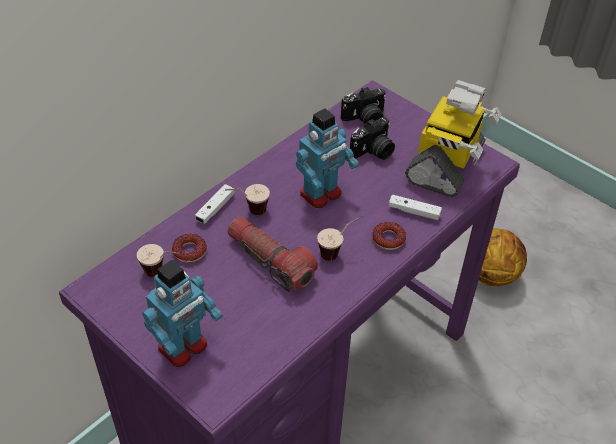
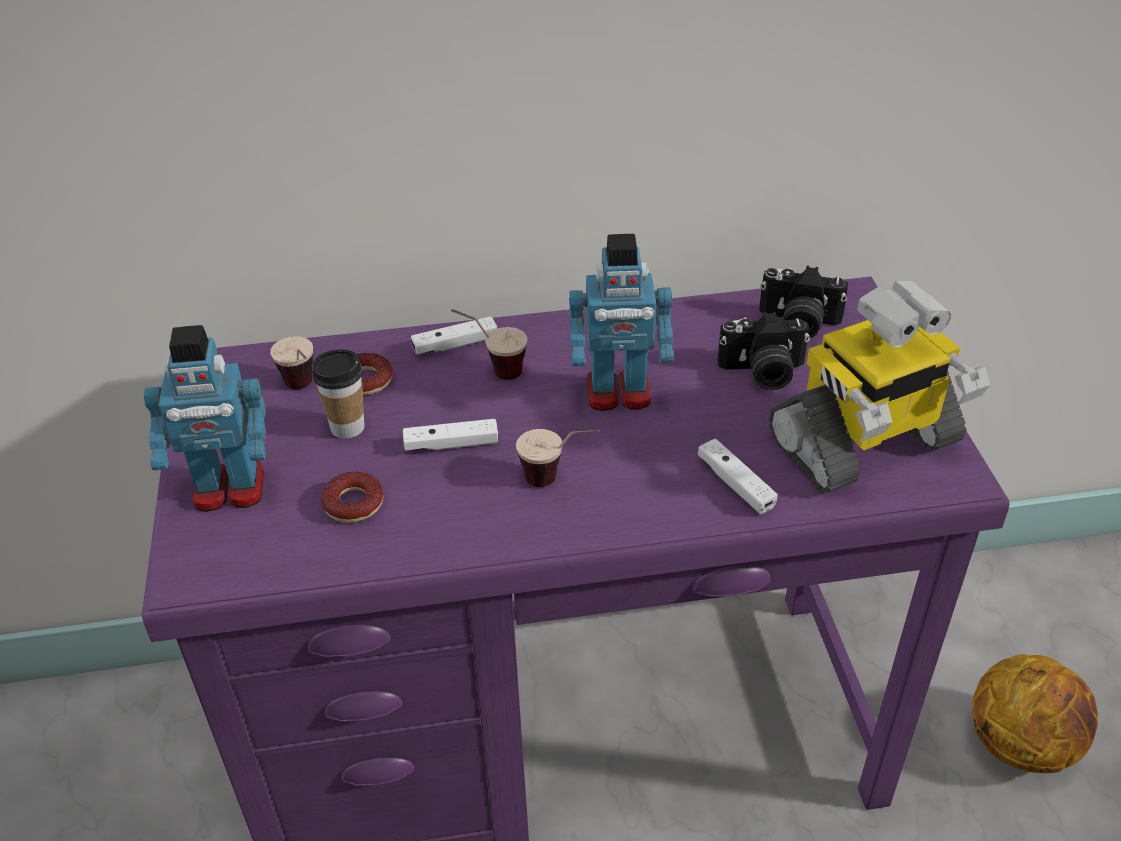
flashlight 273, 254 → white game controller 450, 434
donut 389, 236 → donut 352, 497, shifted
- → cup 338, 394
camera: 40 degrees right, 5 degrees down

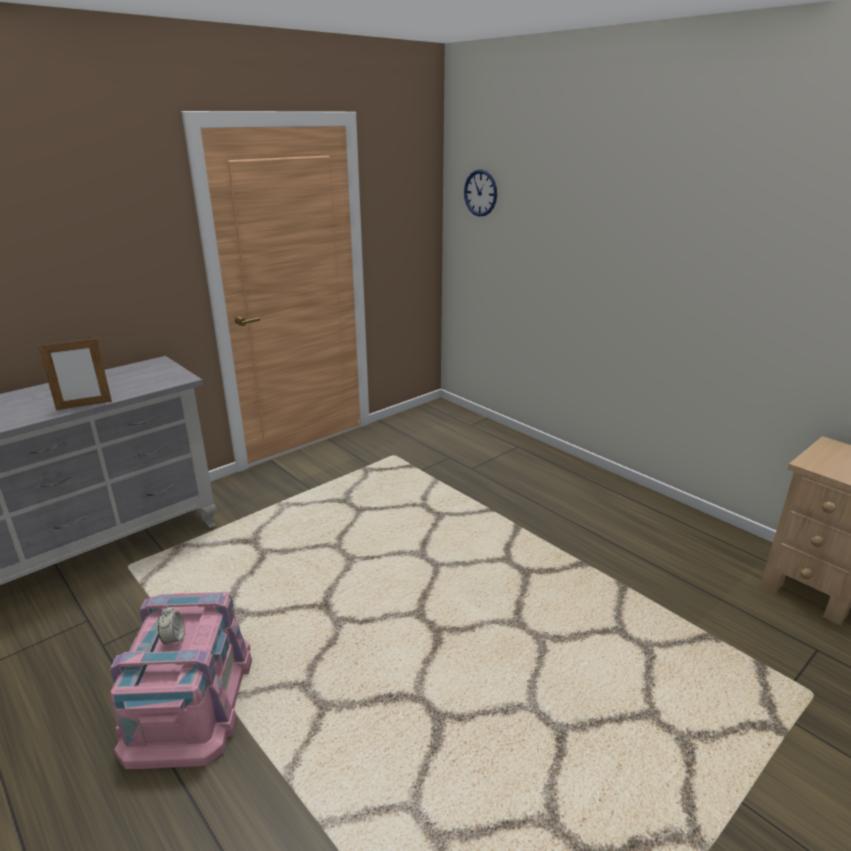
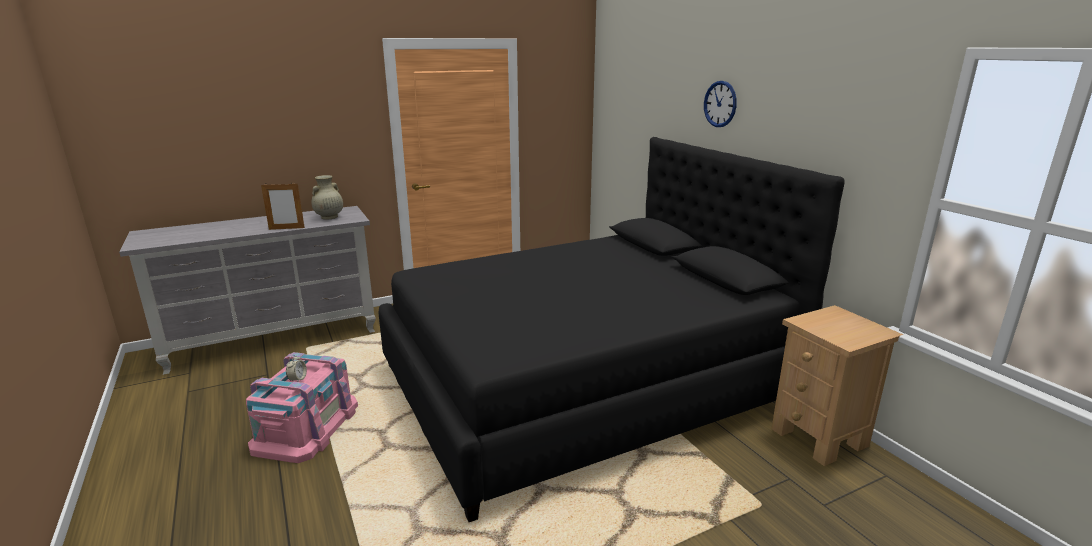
wall clock 480, 192 → wall clock 720, 104, shifted
- → beige vase 327, 197
- → black bed 611, 329
camera: 15 degrees right, 5 degrees down

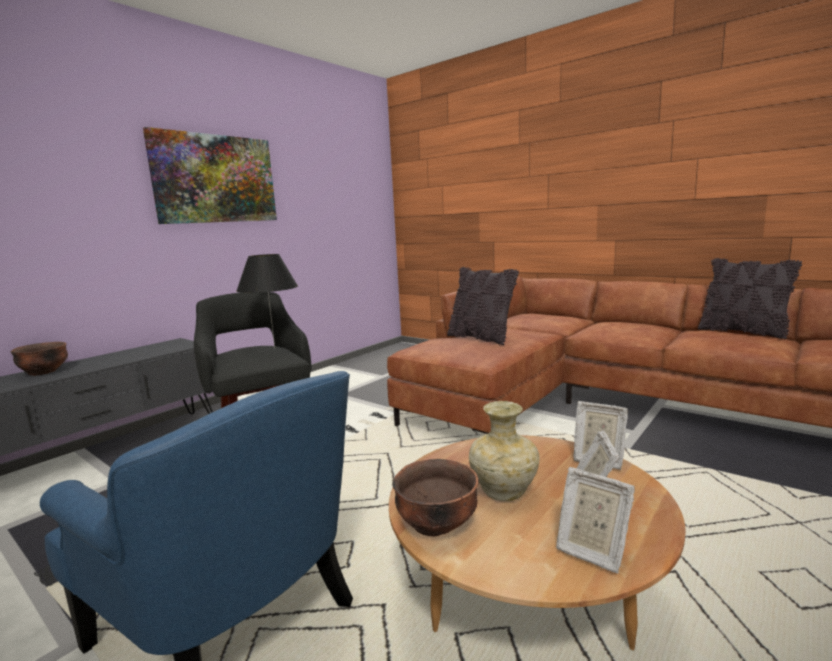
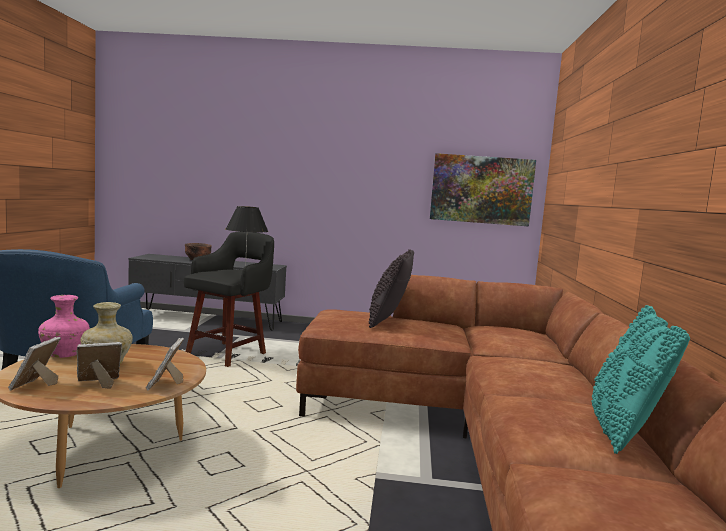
picture 210, 175 → picture 483, 190, shifted
brown bowl 435, 497 → pink vase 64, 326
black pillow 750, 298 → turquoise pillow 640, 379
camera: 55 degrees right, 5 degrees down

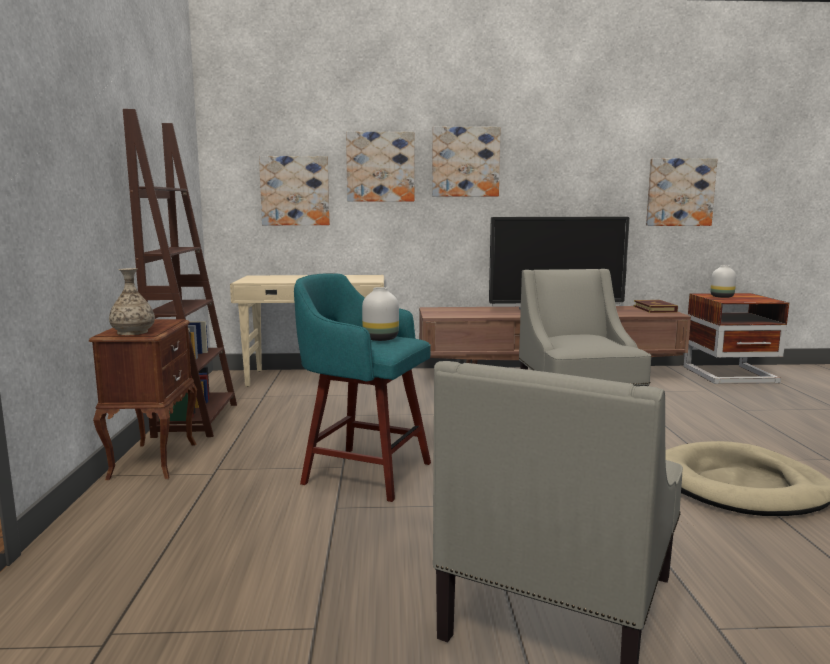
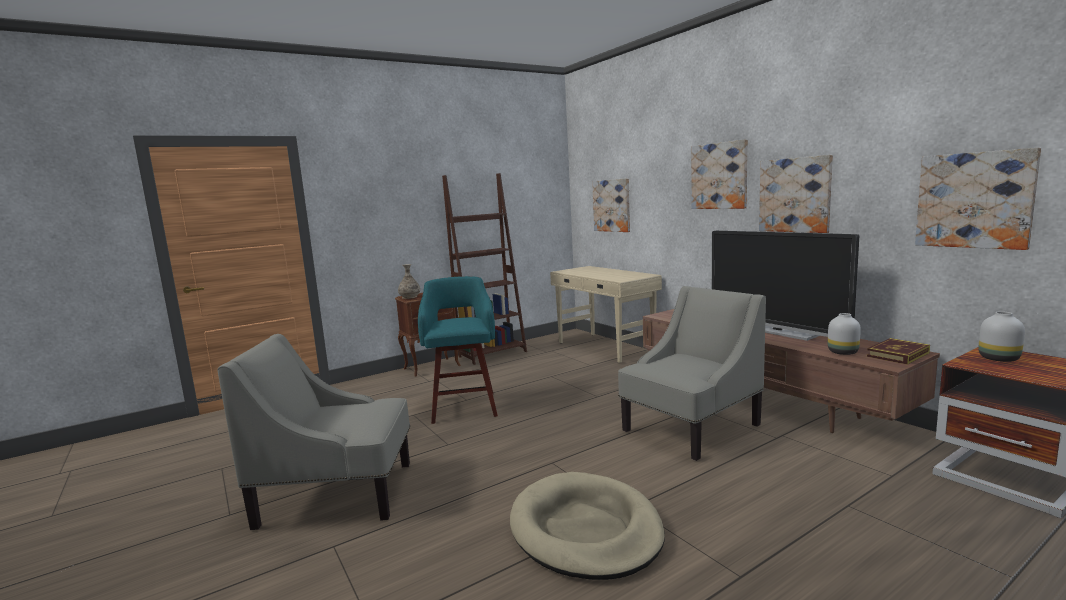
picture 380, 167 → picture 796, 194, shifted
white vase 380, 314 → white vase 844, 334, shifted
camera: 60 degrees right, 0 degrees up

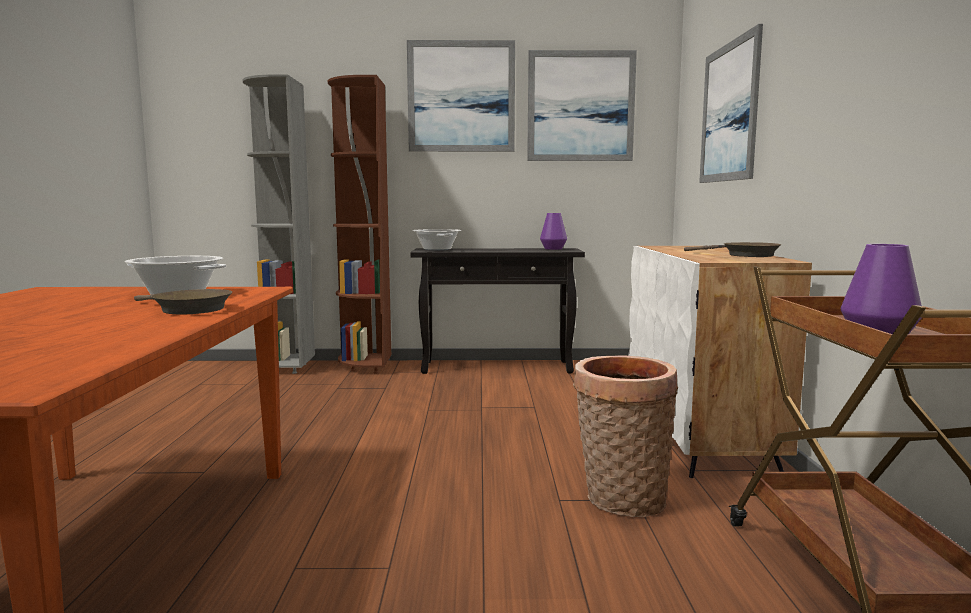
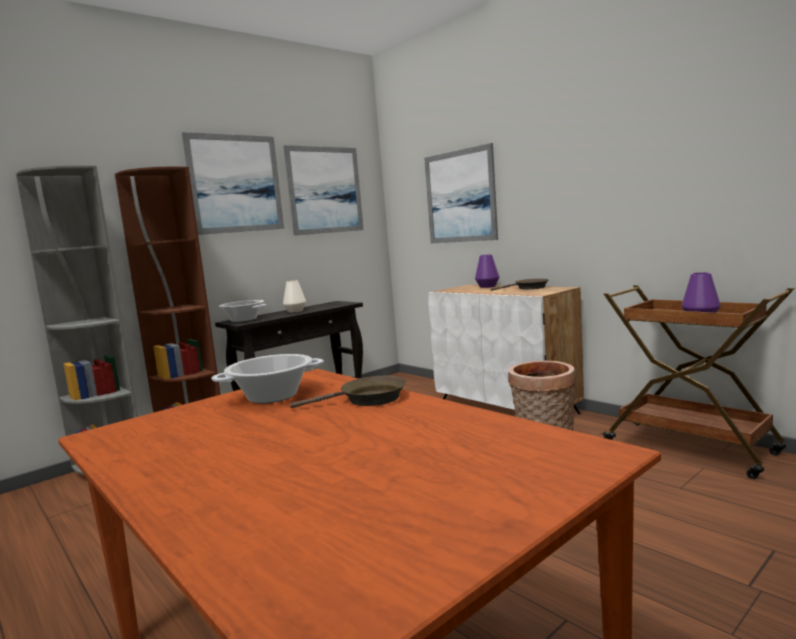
purple vase 553, 231 → purple vase 487, 271, shifted
- → white vase 294, 296
camera: 40 degrees left, 0 degrees up

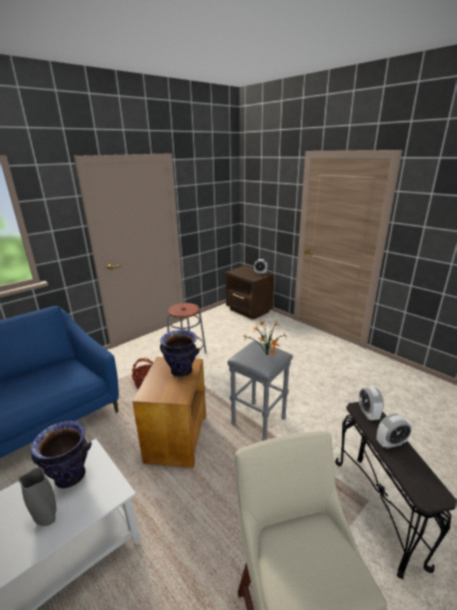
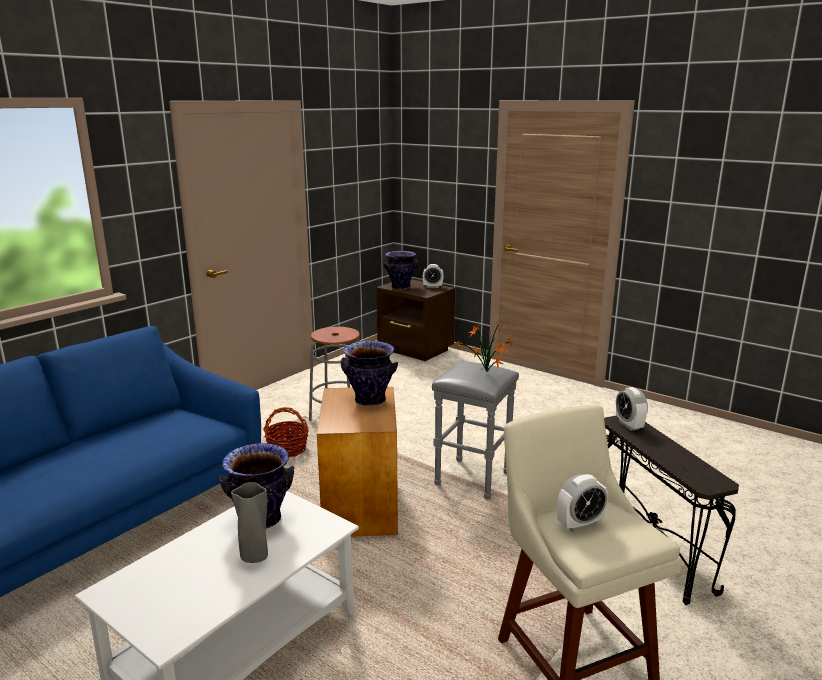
alarm clock 394, 431 → alarm clock 582, 503, shifted
- → vase 400, 270
camera: 10 degrees left, 5 degrees down

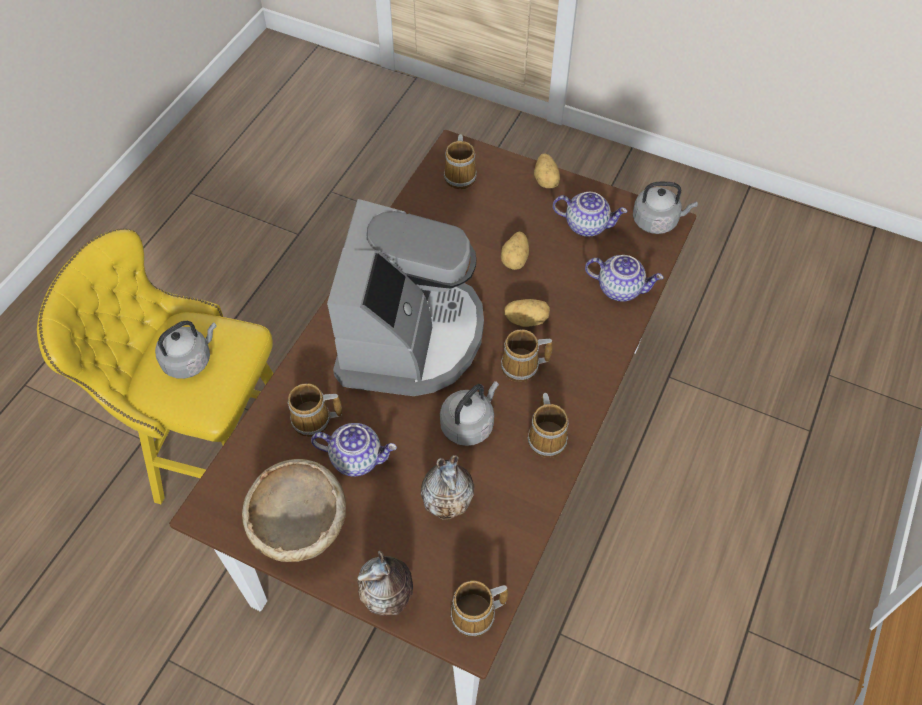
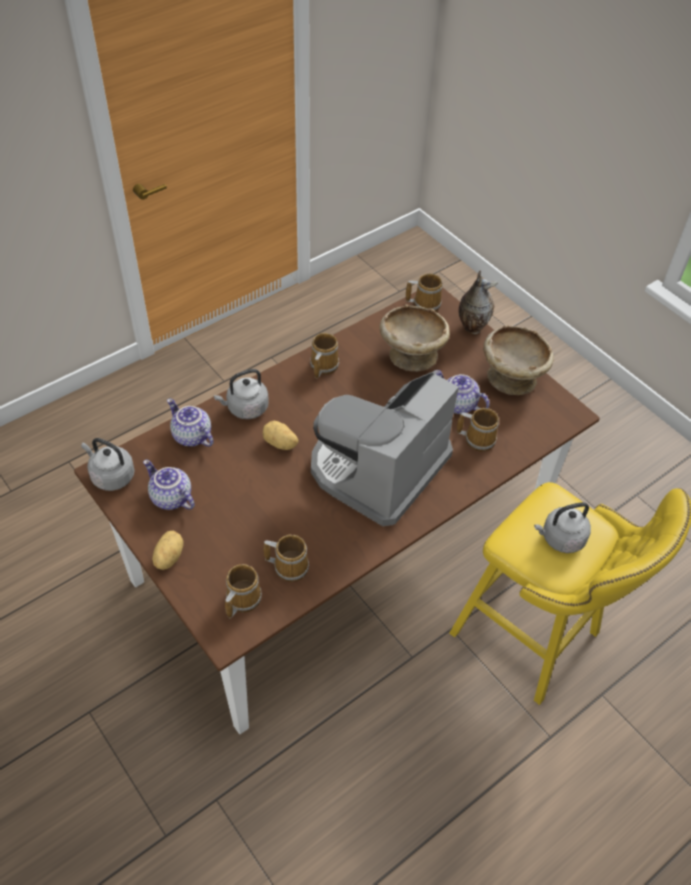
vase 448, 487 → beige bowl 414, 338
grey kettle 469, 413 → grey kettle 241, 394, shifted
potato 515, 250 → -
mug 527, 355 → mug 286, 558, shifted
camera: 155 degrees left, 5 degrees down

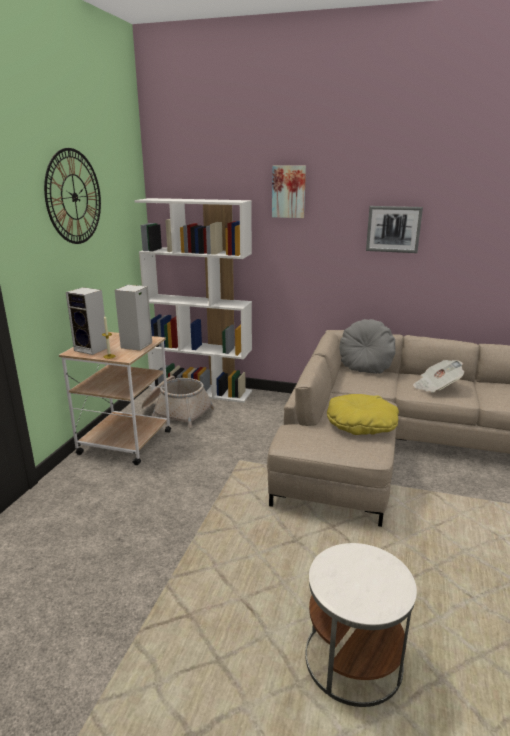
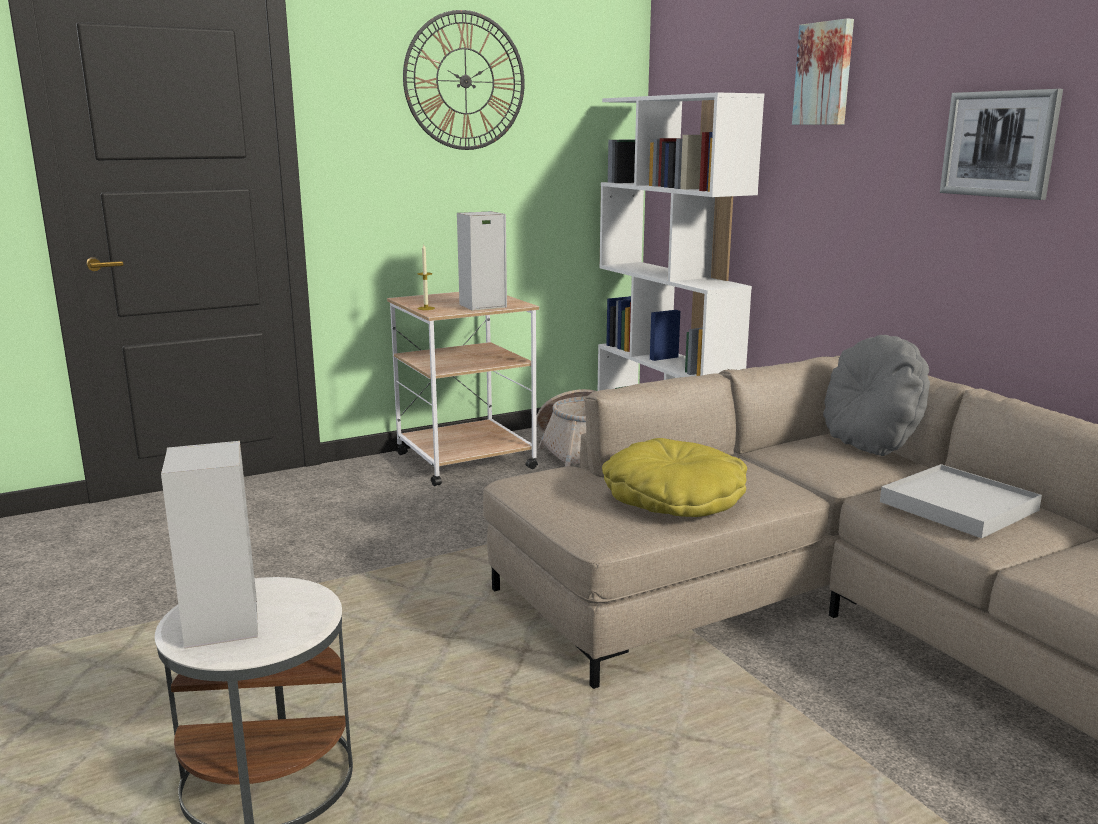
speaker 86, 321 → speaker 209, 545, shifted
newspaper 438, 376 → white tray 961, 501
camera: 45 degrees right, 5 degrees down

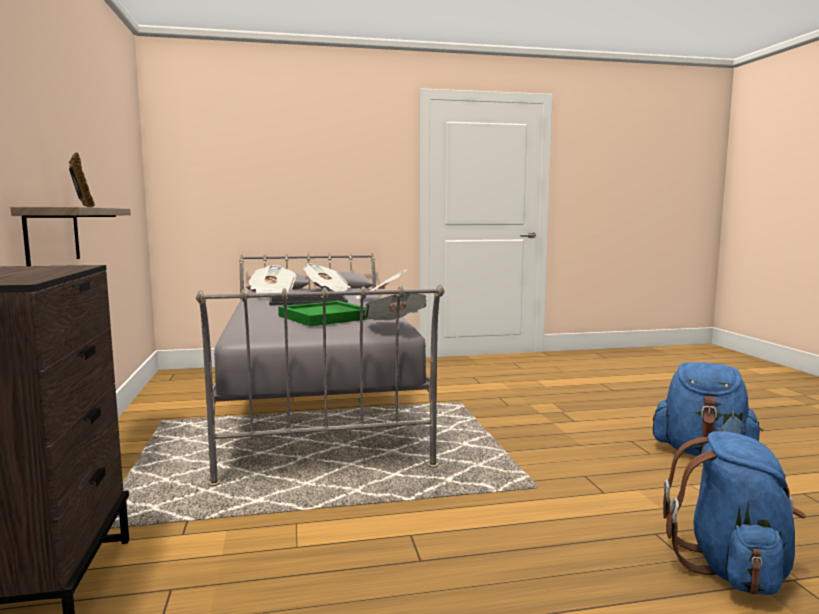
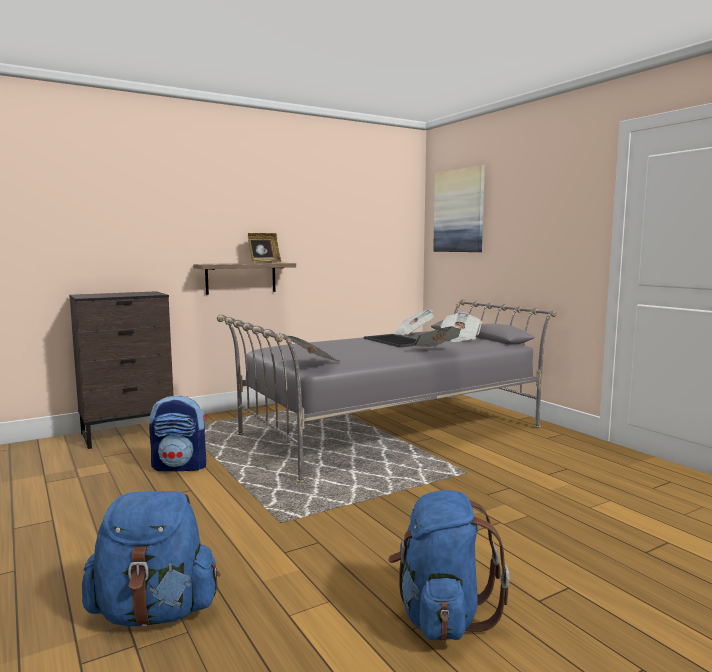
green tray 322, 313 → -
- → backpack 178, 433
- → picture 459, 208
camera: 70 degrees right, 0 degrees up

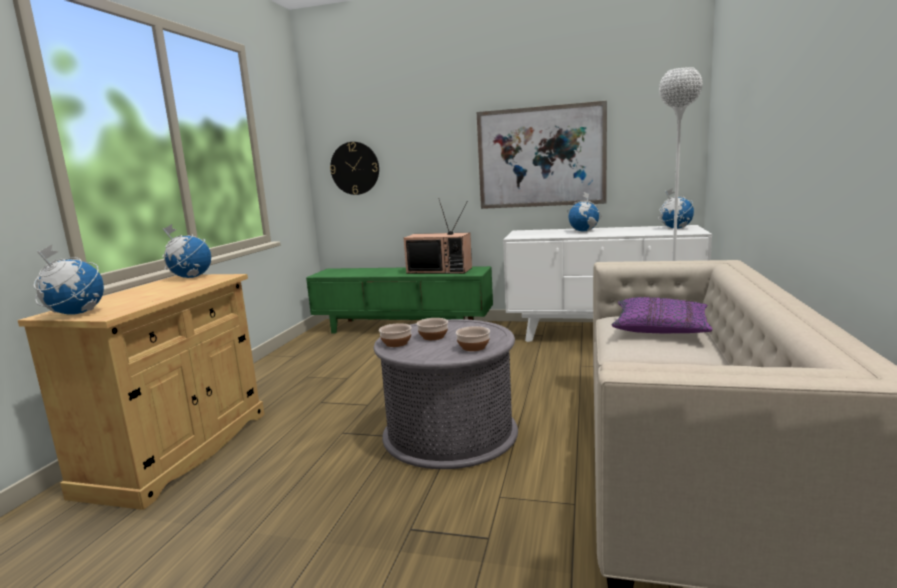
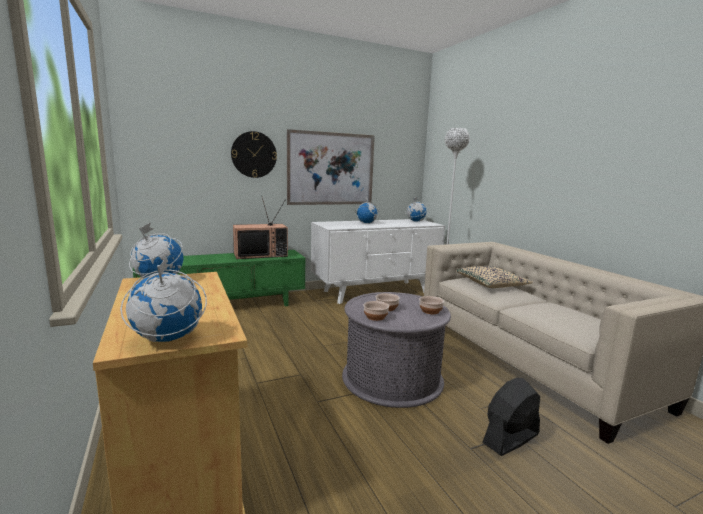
wall clock 354, 168 → wall clock 254, 154, shifted
purple pillow 662, 315 → beige pillow 494, 277
- → black fan 511, 417
camera: 40 degrees left, 0 degrees up

